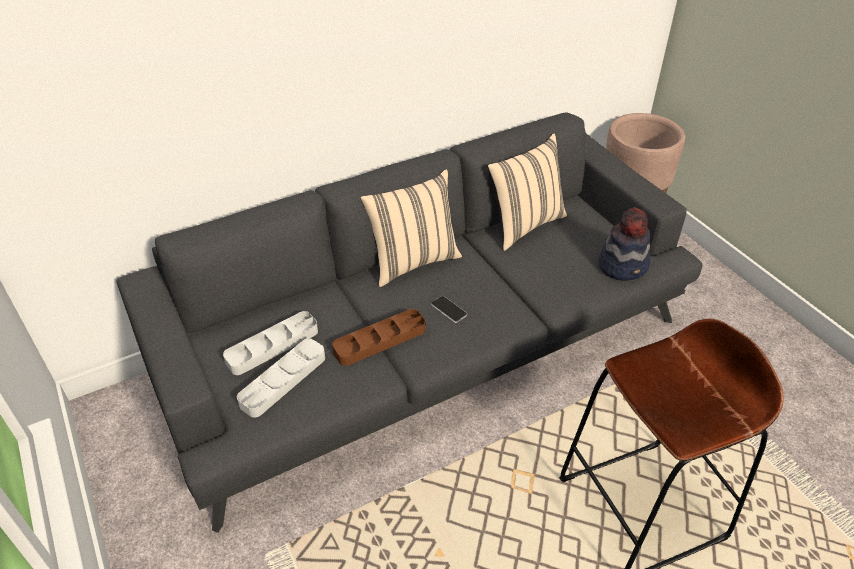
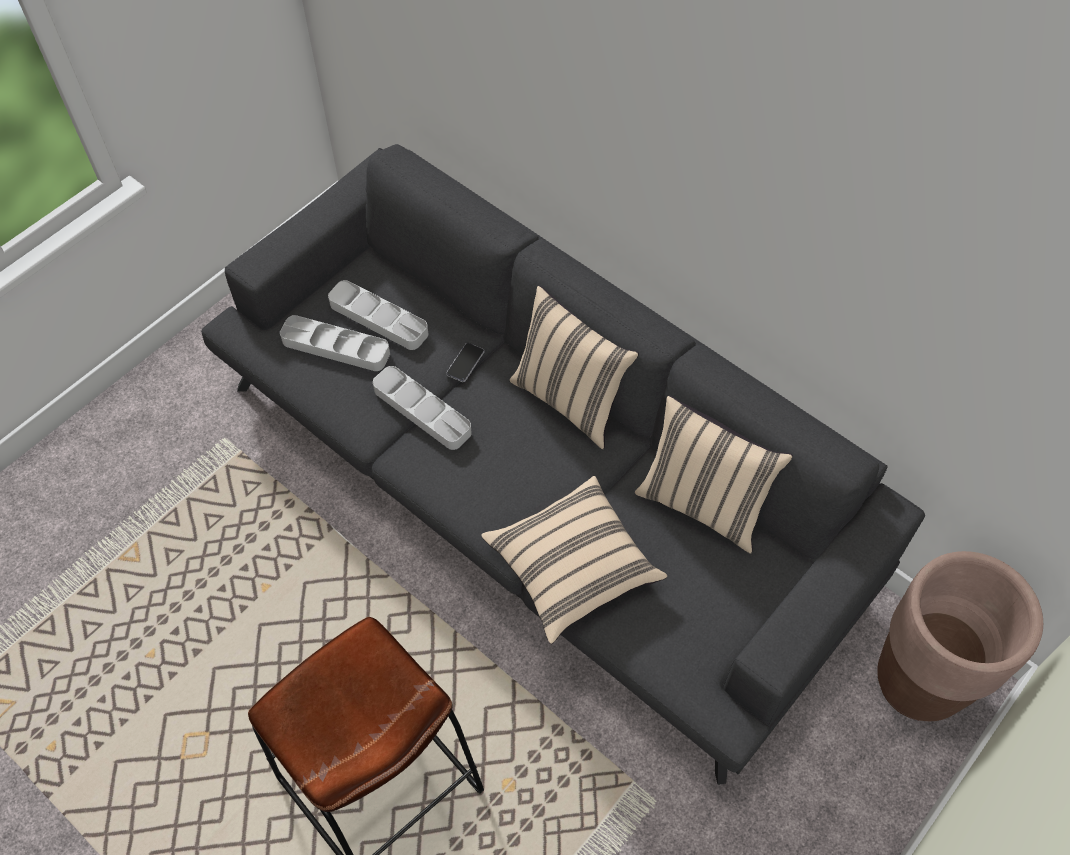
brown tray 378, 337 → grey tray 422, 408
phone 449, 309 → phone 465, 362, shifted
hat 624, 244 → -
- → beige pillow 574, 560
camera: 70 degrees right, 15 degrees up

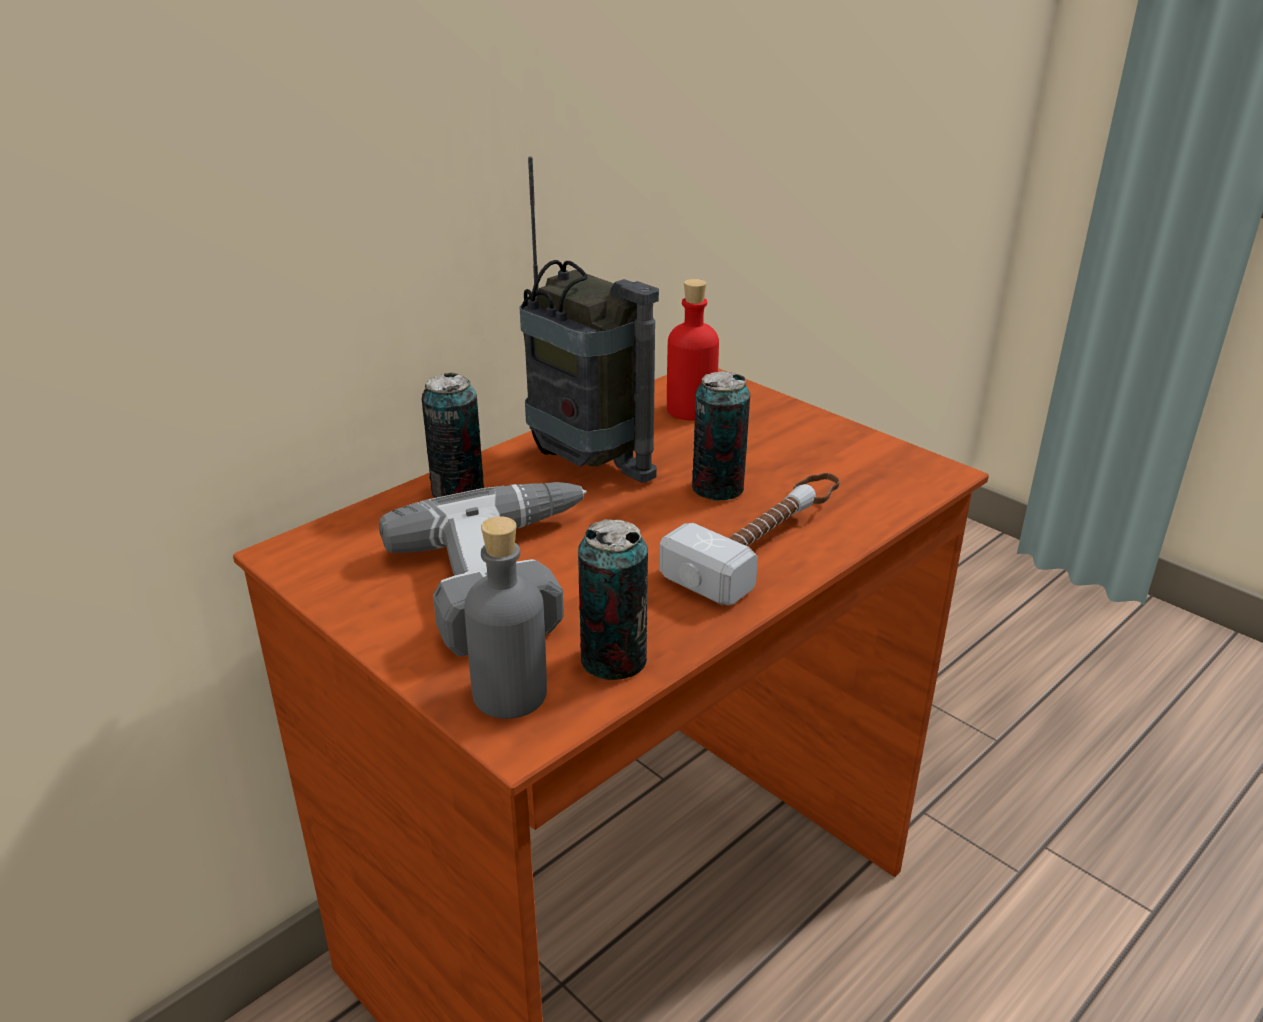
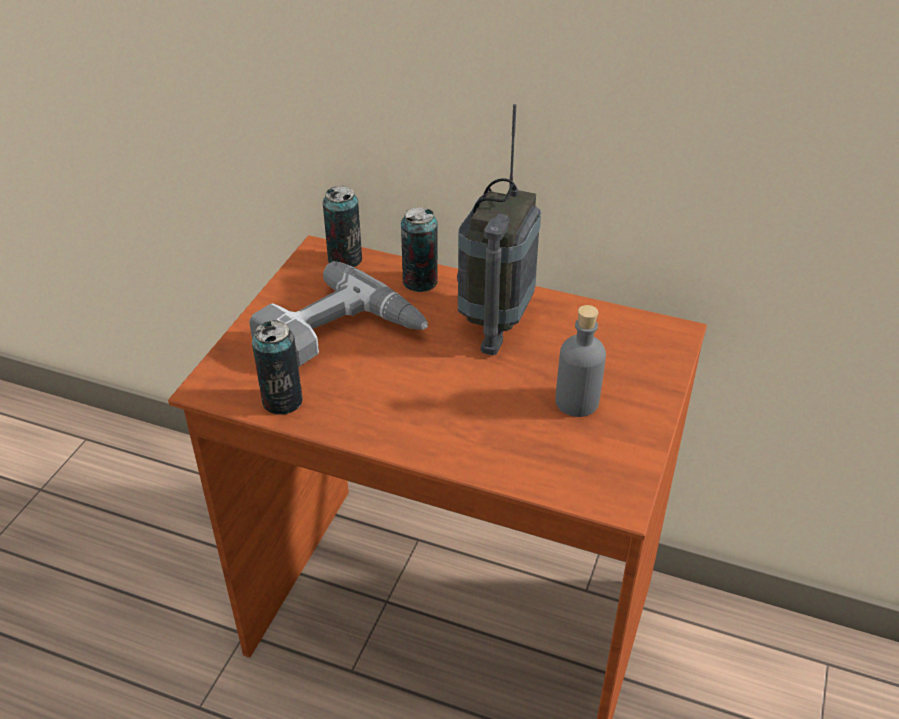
grey bottle 505, 617 → grey bottle 580, 361, shifted
hammer 749, 539 → -
red bottle 693, 350 → -
can 721, 435 → can 342, 226, shifted
camera: 65 degrees right, 10 degrees up

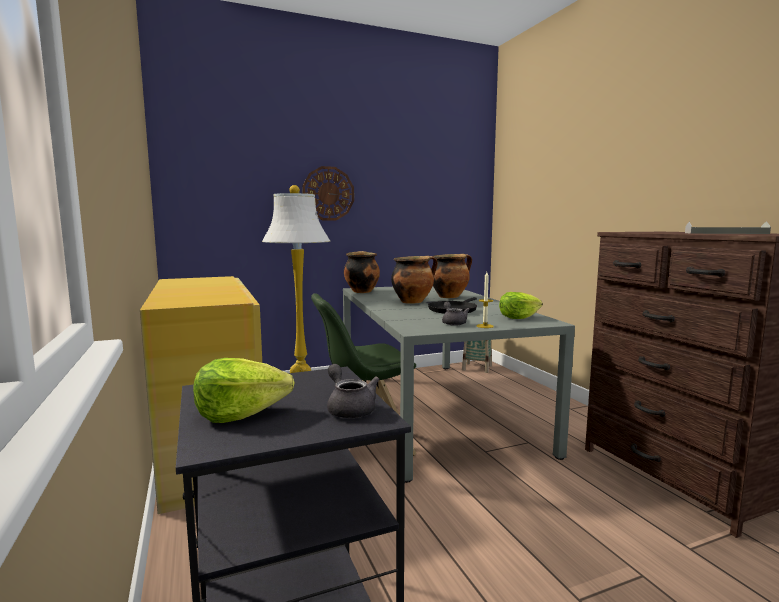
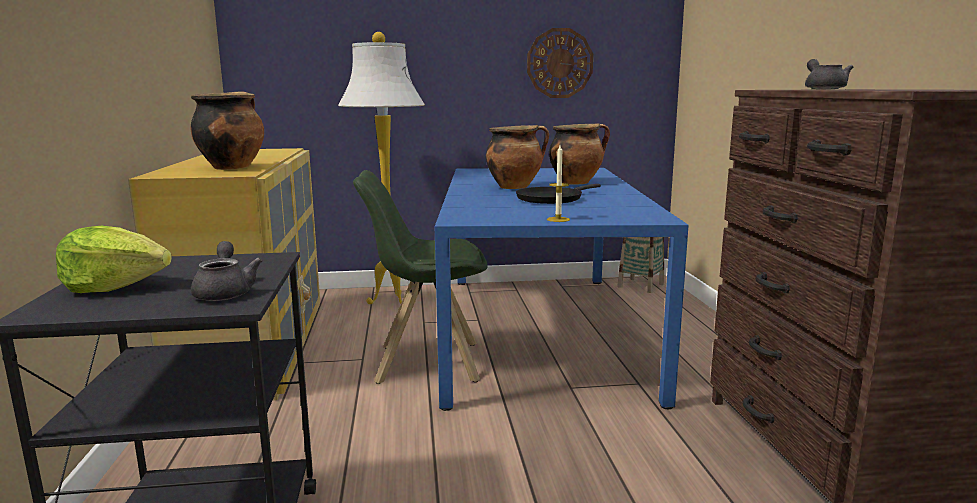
wall clock 328, 193 → wall clock 560, 63, shifted
grey dining table 459, 385 → blue dining table 562, 289
cooking pot 362, 272 → cooking pot 227, 130, shifted
grey teapot 456, 313 → grey teapot 829, 74, shifted
lettuce 521, 305 → -
grey tray 728, 228 → -
camera: 15 degrees right, 5 degrees up

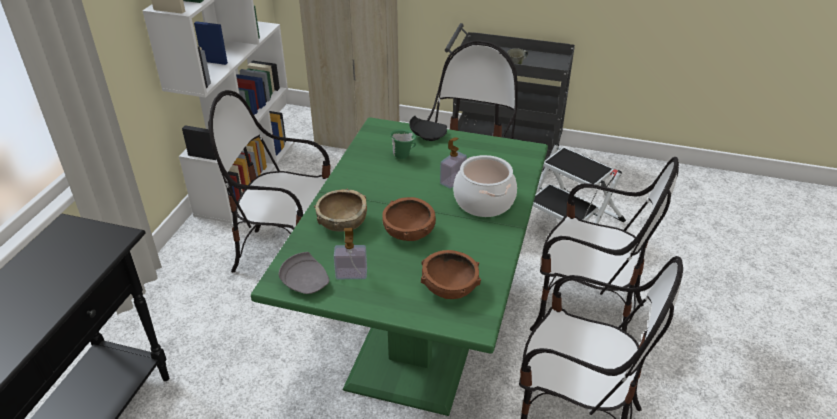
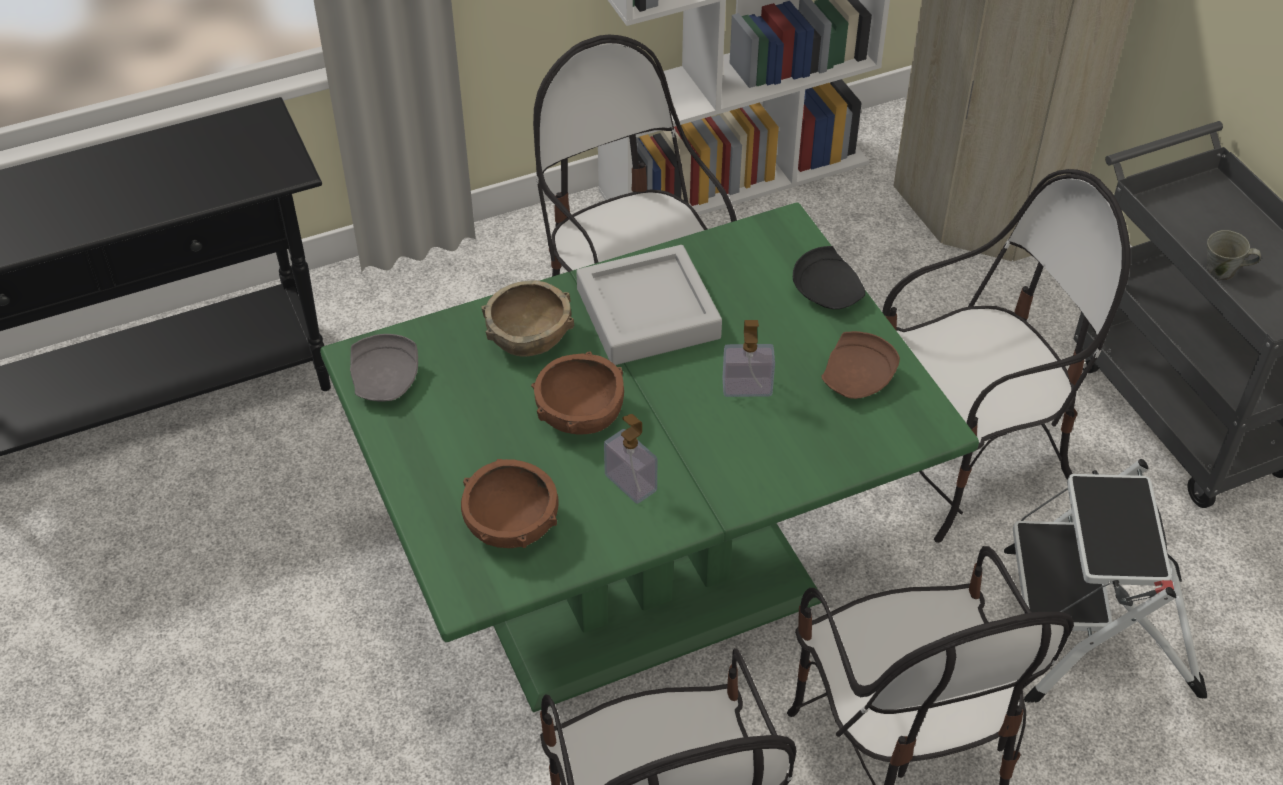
soap dispenser 350, 253 → soap dispenser 630, 459, shifted
green mug 403, 144 → -
cooking pot 485, 186 → -
- → grey tray 649, 305
- → brown plate 861, 365
camera: 50 degrees right, 10 degrees up

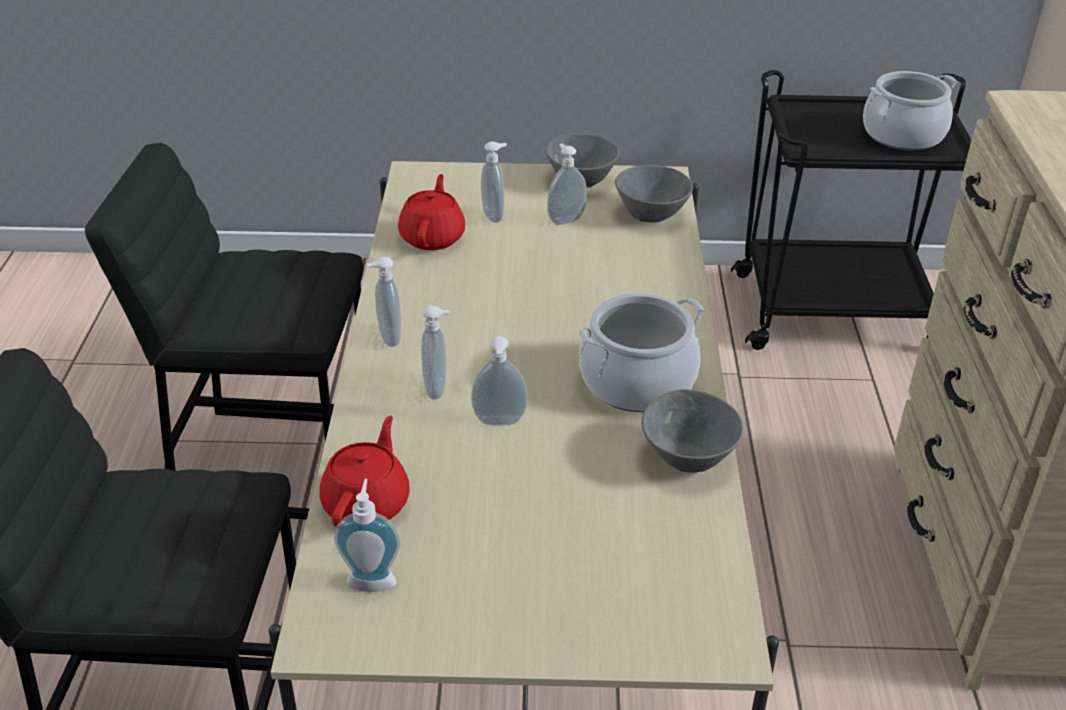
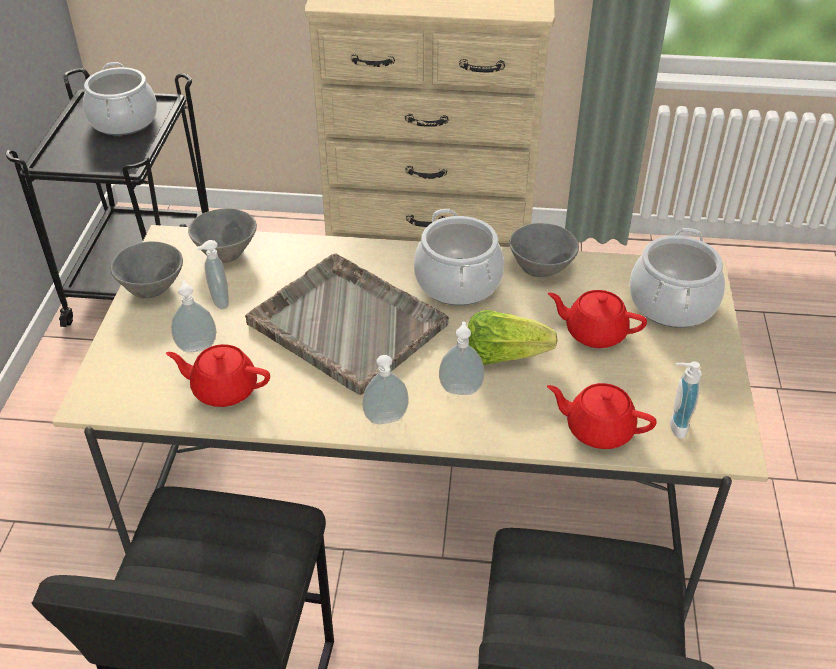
soap dispenser 499, 381 → lettuce 512, 337
- → grey tray 347, 324
- → red teapot 597, 319
- → cooking pot 677, 278
camera: 85 degrees left, 5 degrees up

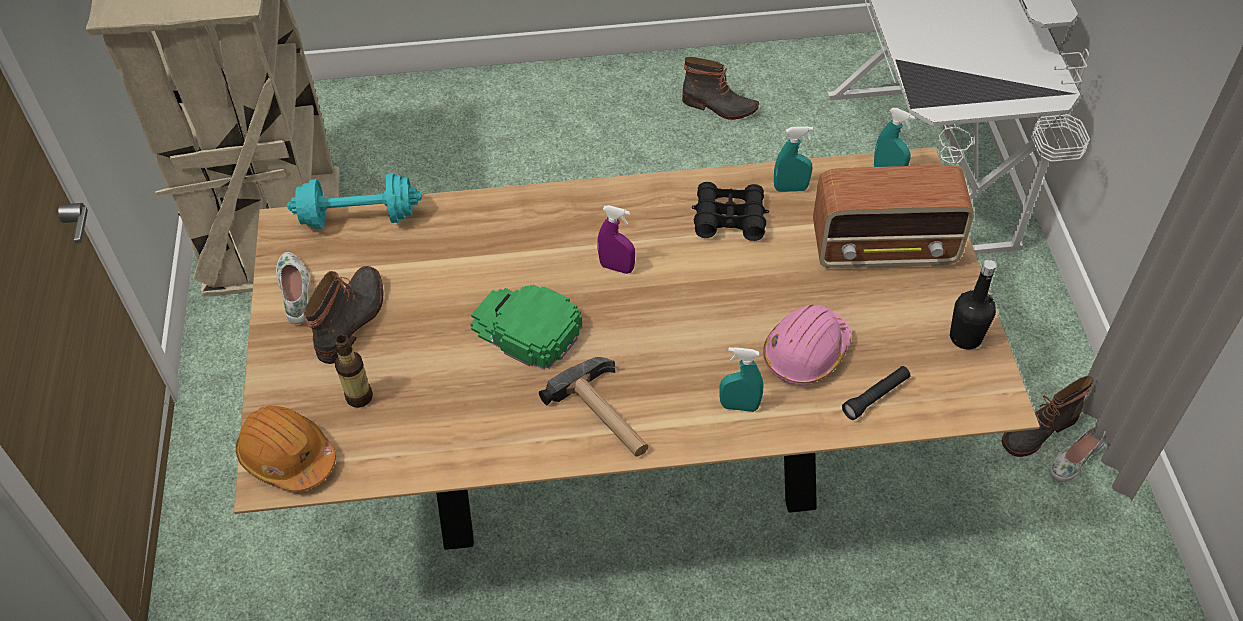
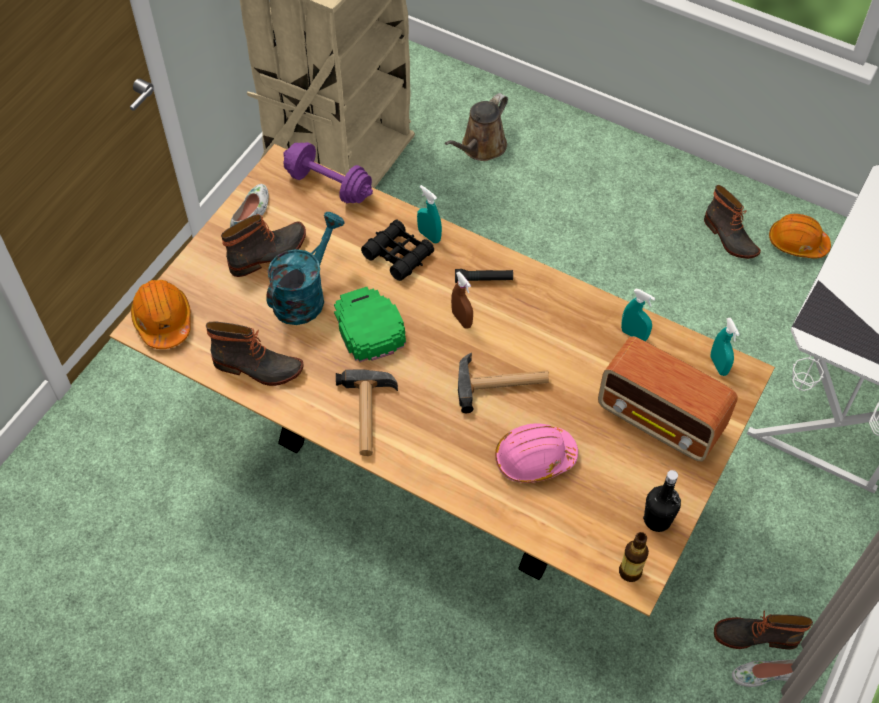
turquoise dumbbell 354, 201 → purple dumbbell 328, 172
bottle 354, 371 → bottle 634, 557, shifted
purple spray bottle 616, 239 → brown spray bottle 462, 300
black binoculars 730, 211 → black binoculars 397, 250, shifted
turquoise spray bottle 741, 379 → turquoise spray bottle 429, 214, shifted
black flashlight 876, 393 → black flashlight 484, 276, shifted
- → boot 254, 354
- → turquoise watering can 305, 268
- → brown watering can 476, 127
- → hammer 503, 383
- → orange hard hat 800, 236
camera: 35 degrees right, 5 degrees up

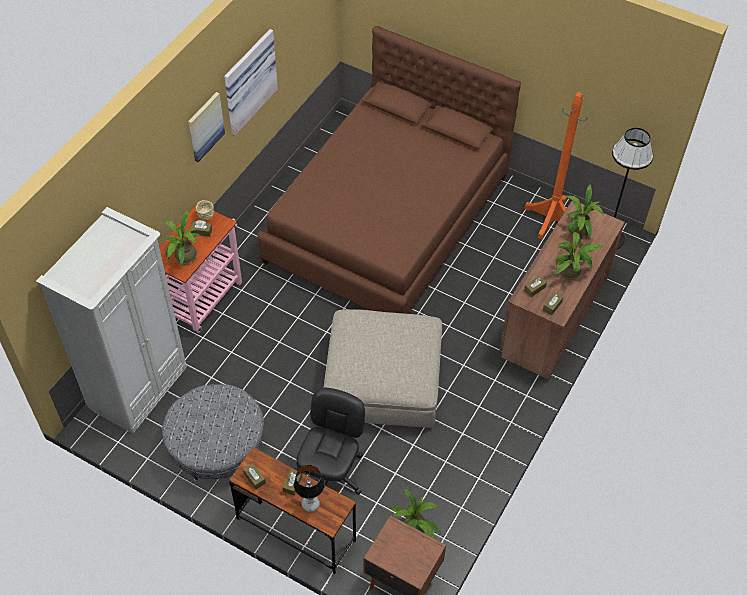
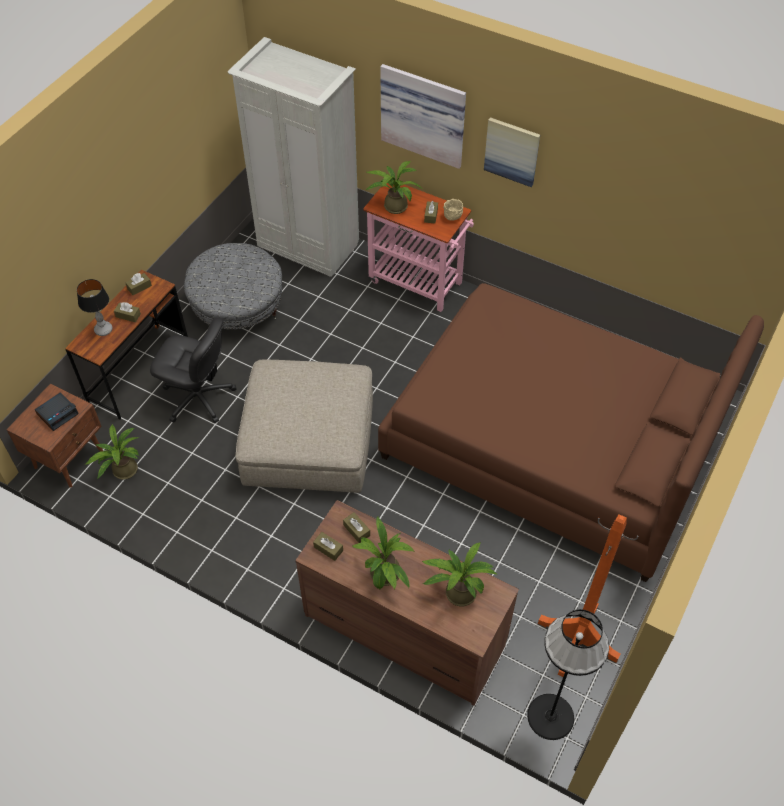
picture 251, 82 → picture 423, 116, shifted
- → alarm clock 57, 411
camera: 90 degrees right, 0 degrees up

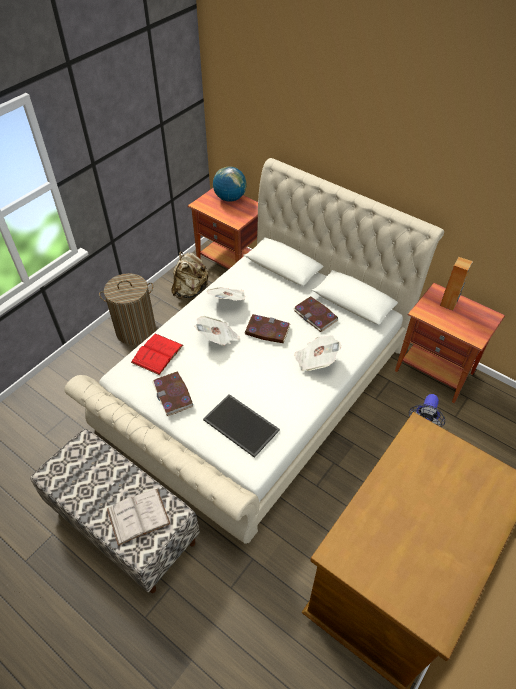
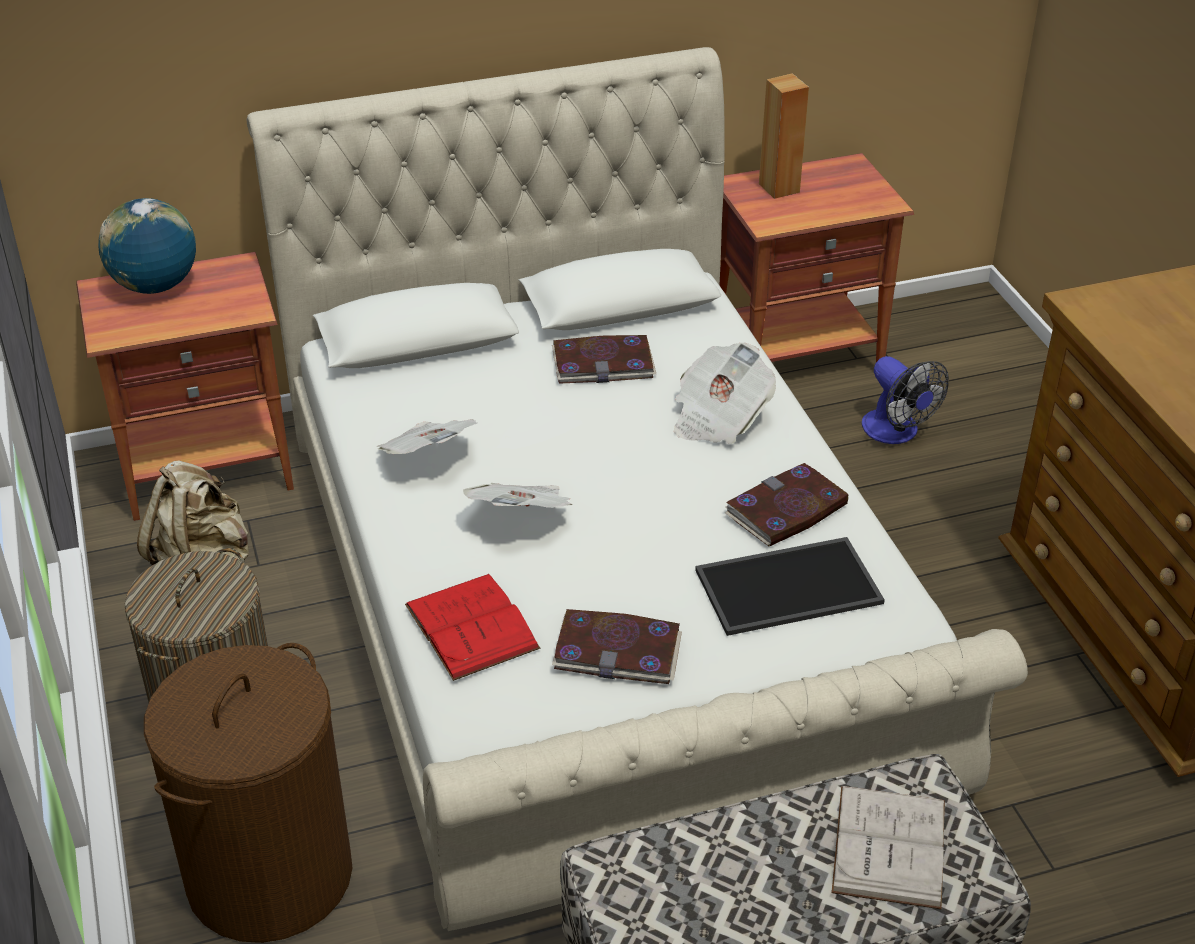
book 267, 328 → book 786, 504, shifted
- → brown laundry basket 248, 793
camera: 55 degrees left, 10 degrees down

